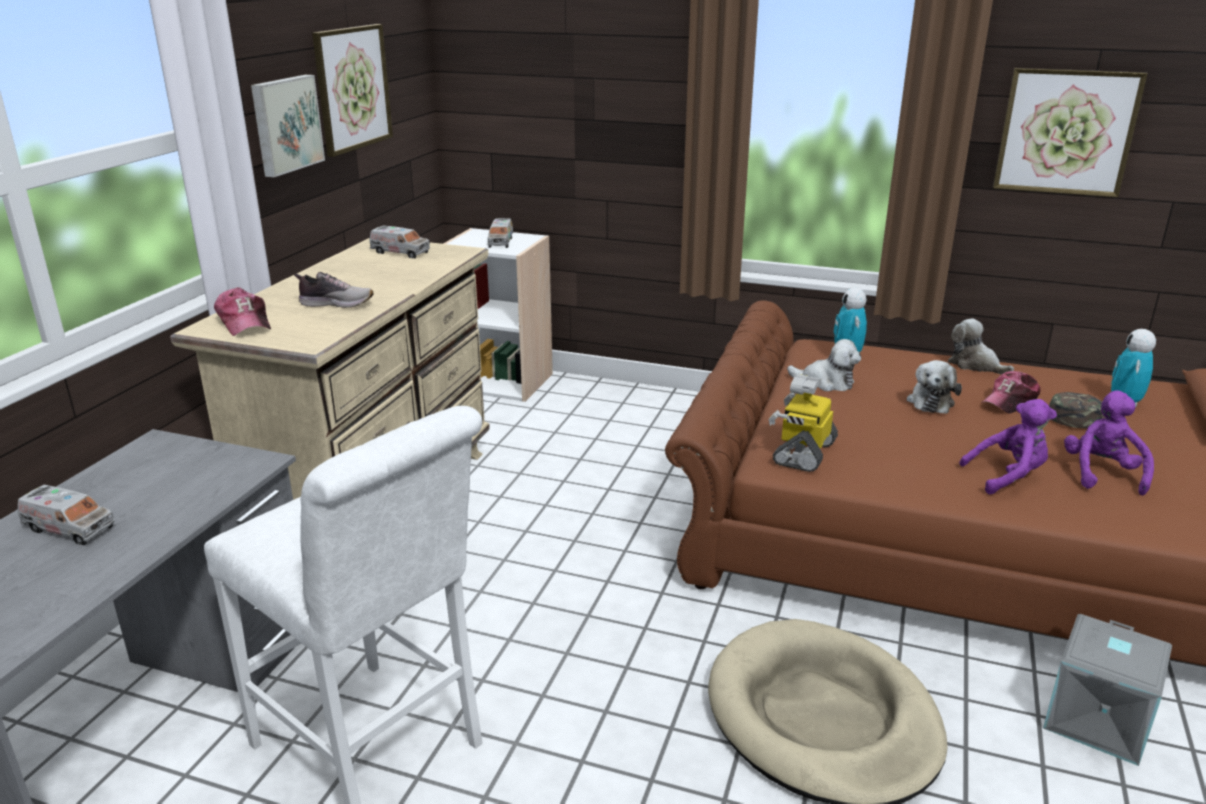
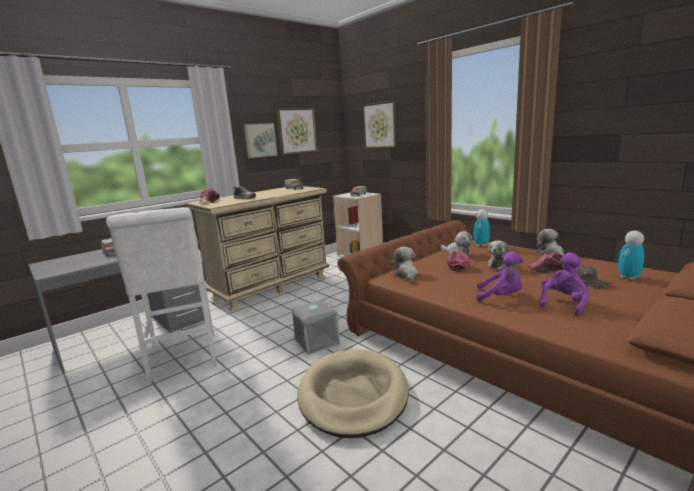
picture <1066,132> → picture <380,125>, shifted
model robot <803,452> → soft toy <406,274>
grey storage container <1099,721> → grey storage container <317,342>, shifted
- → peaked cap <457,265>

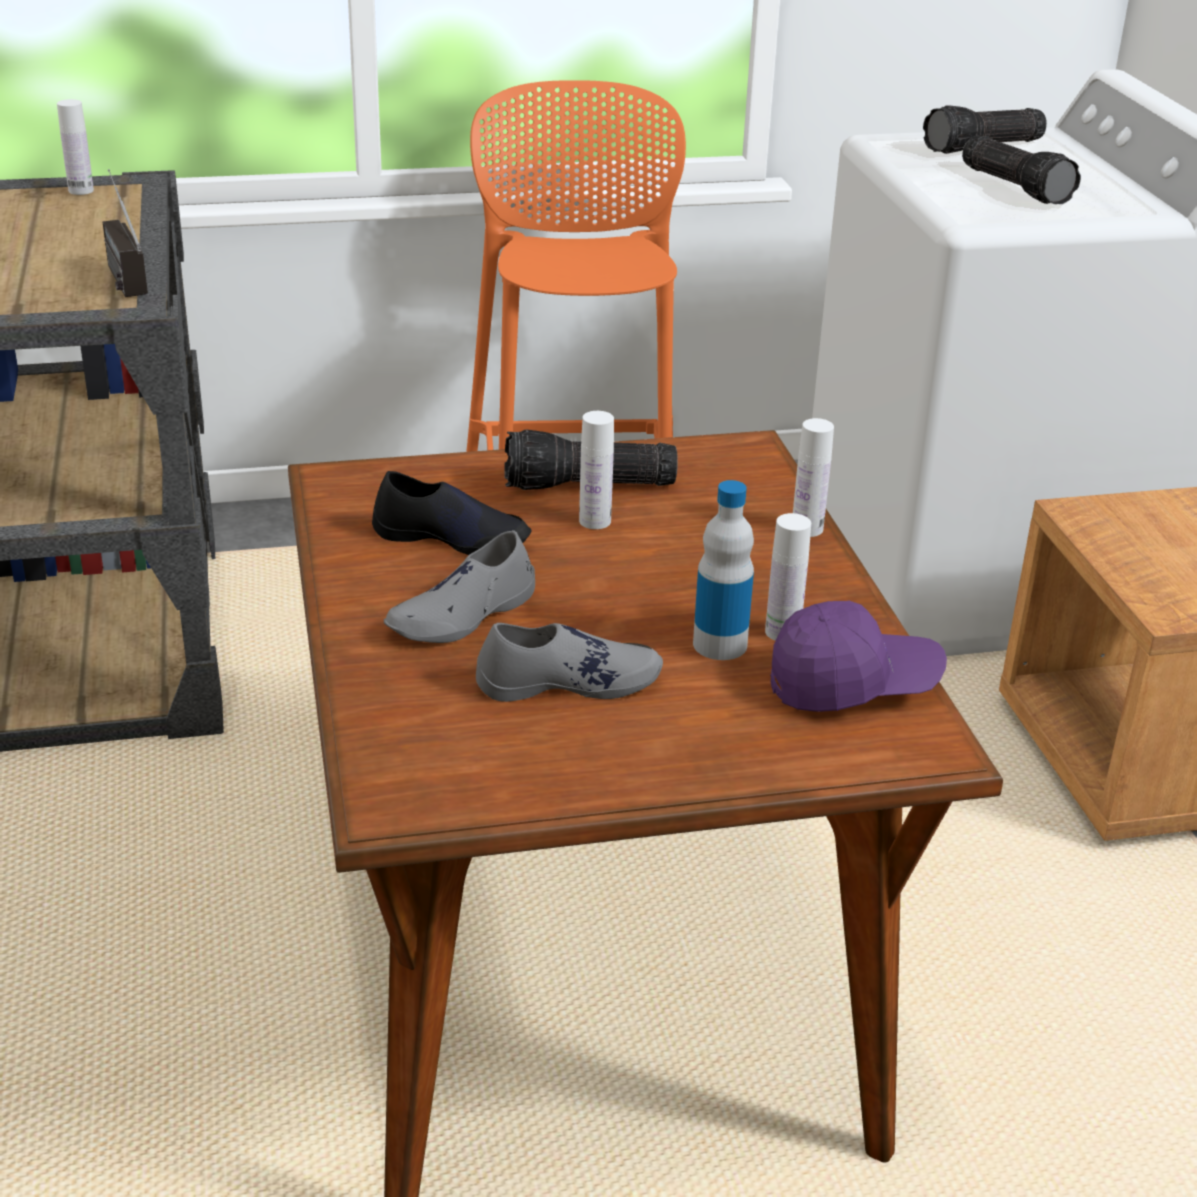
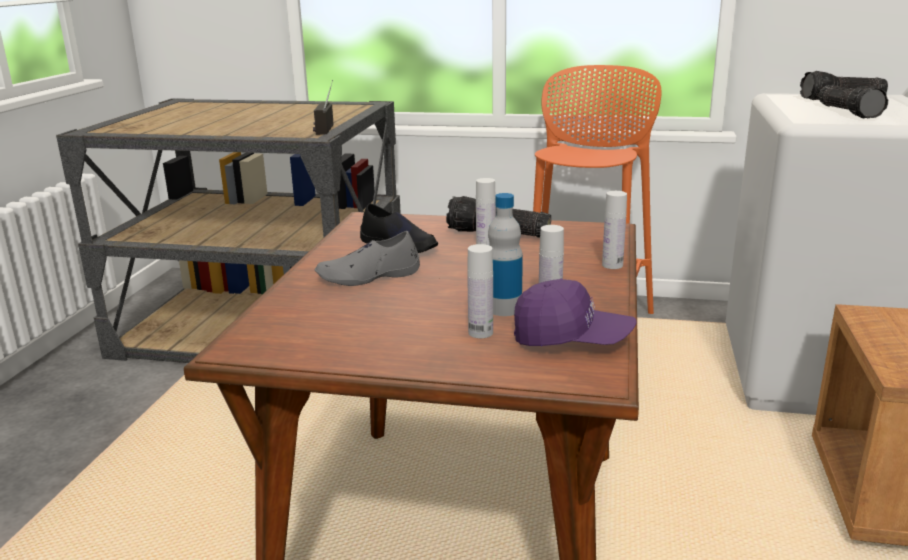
white-coloured beverage bottle <81,190> → white-coloured beverage bottle <480,332>, shifted
grey shoe <568,682> → -

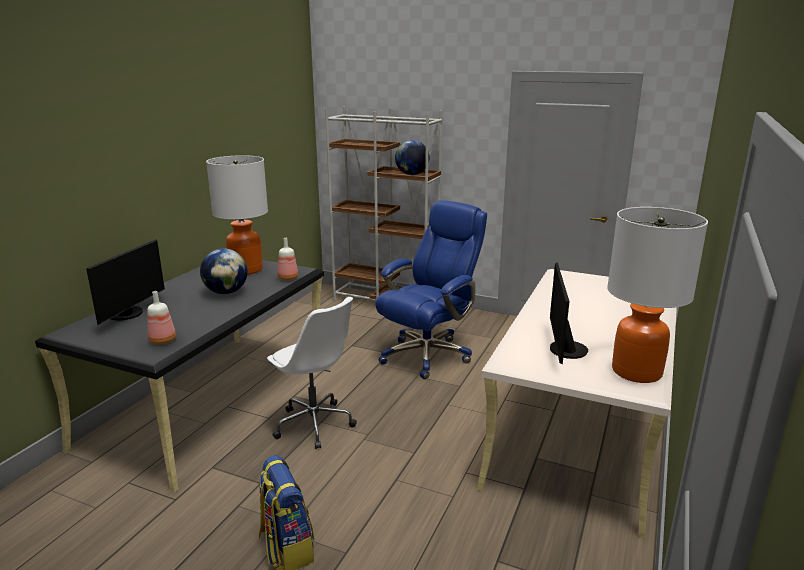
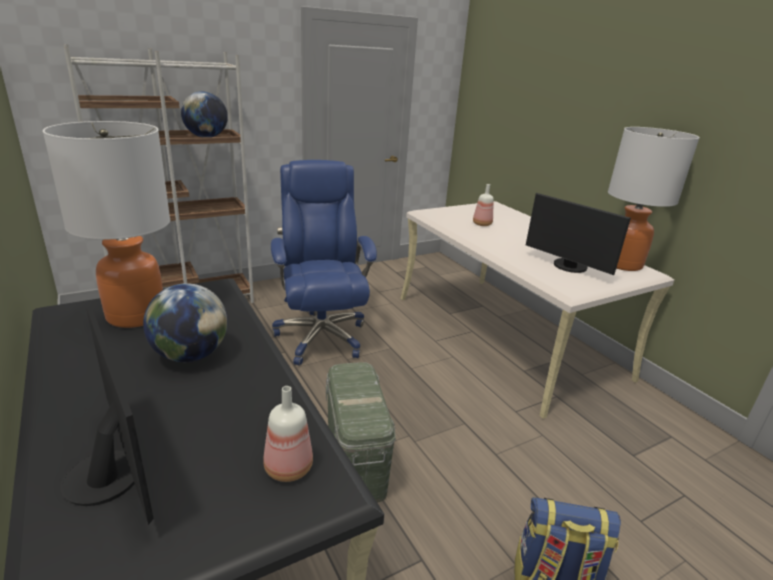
beverage bottle <287,278> → beverage bottle <482,224>, shifted
white-coloured desk chair <315,425> → green-coloured storage container <356,462>

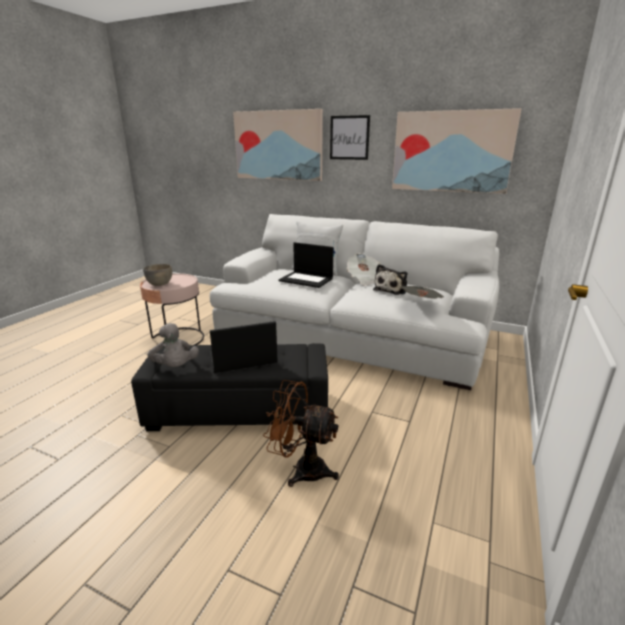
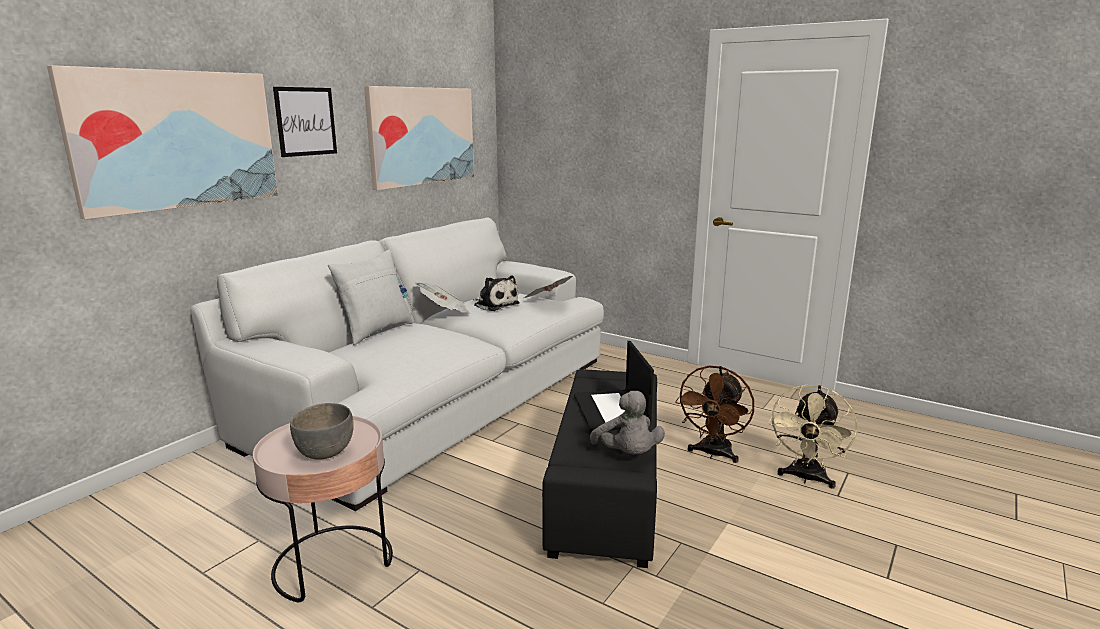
portable computer <307,279> → -
grey soft toy <175,367> → grey soft toy <627,454>, 90 degrees clockwise
- → sand-coloured electric fan <806,478>

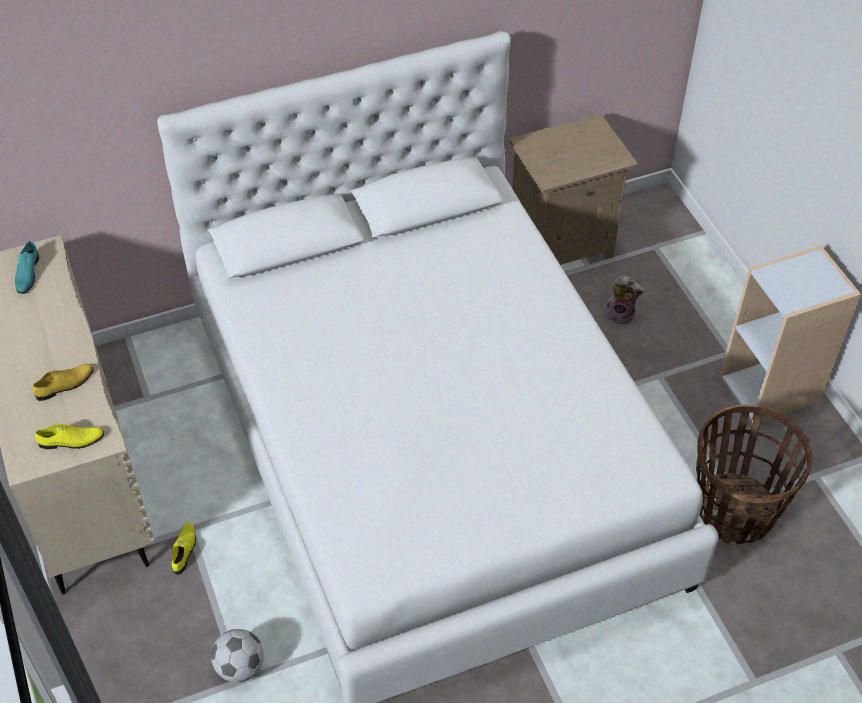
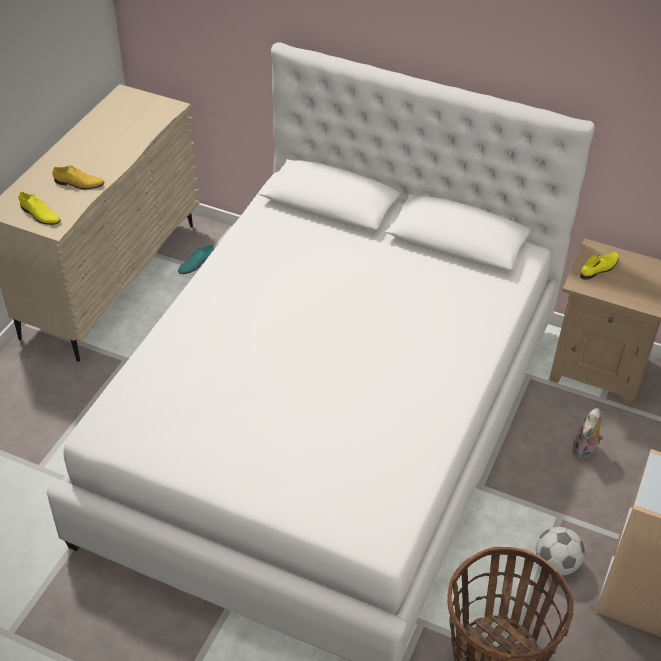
turquoise-coloured shoe <27,273> → turquoise-coloured shoe <196,264>, shifted
soft toy <621,315> → soft toy <584,451>, 60 degrees clockwise
yellow shoe <184,549> → yellow shoe <599,268>, shifted
ball for football <240,667> → ball for football <556,563>, shifted

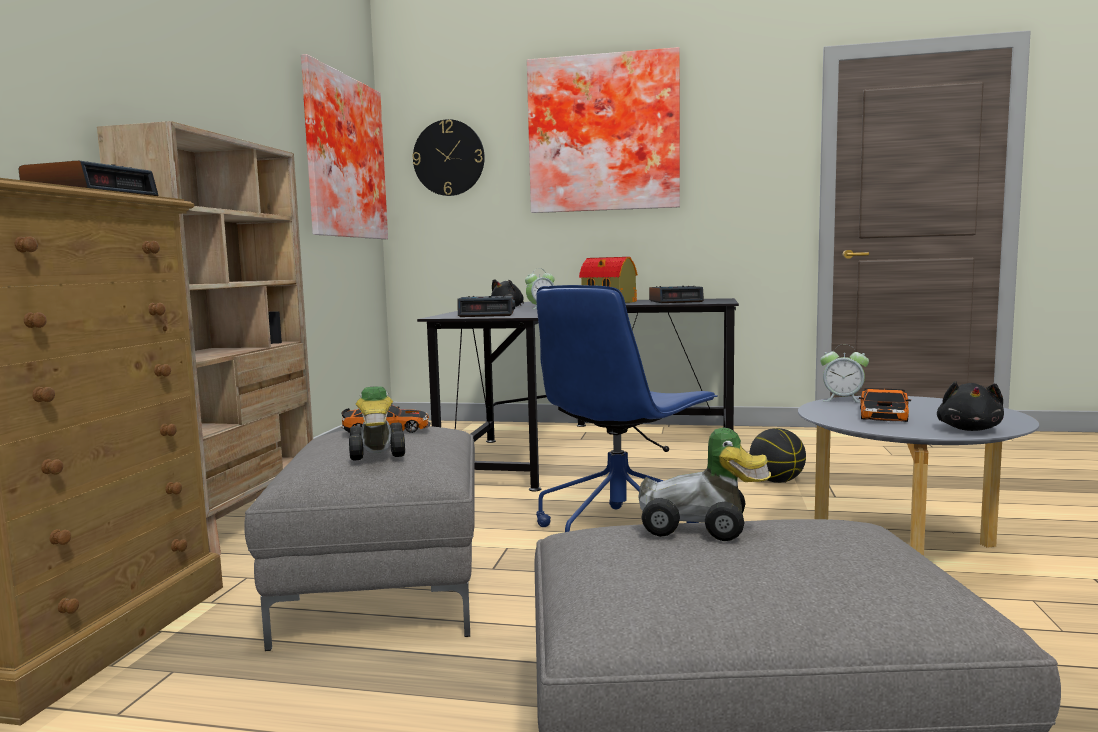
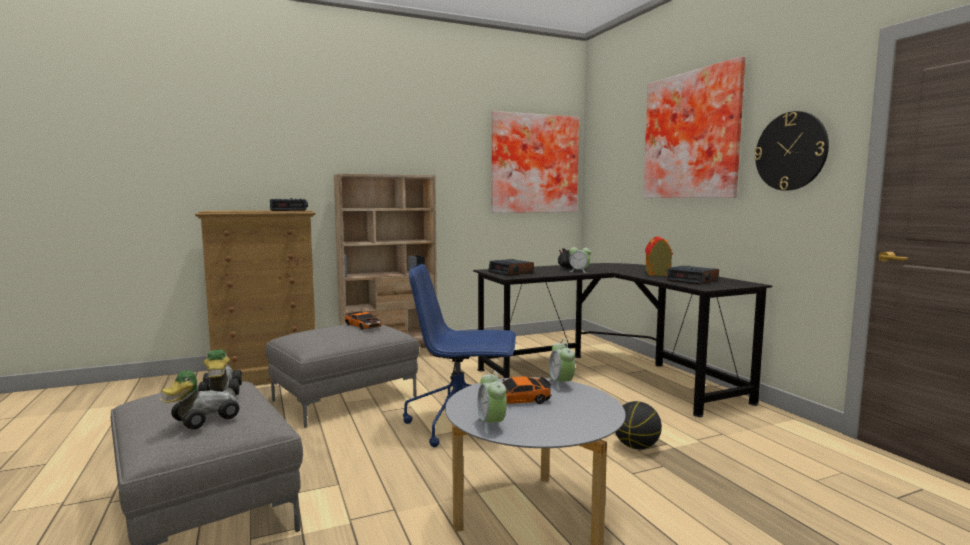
wall clock <449,158> → wall clock <791,151>, shifted
black soft toy <969,429> → bedside clock <491,424>
model car <375,454> → model car <201,420>, shifted

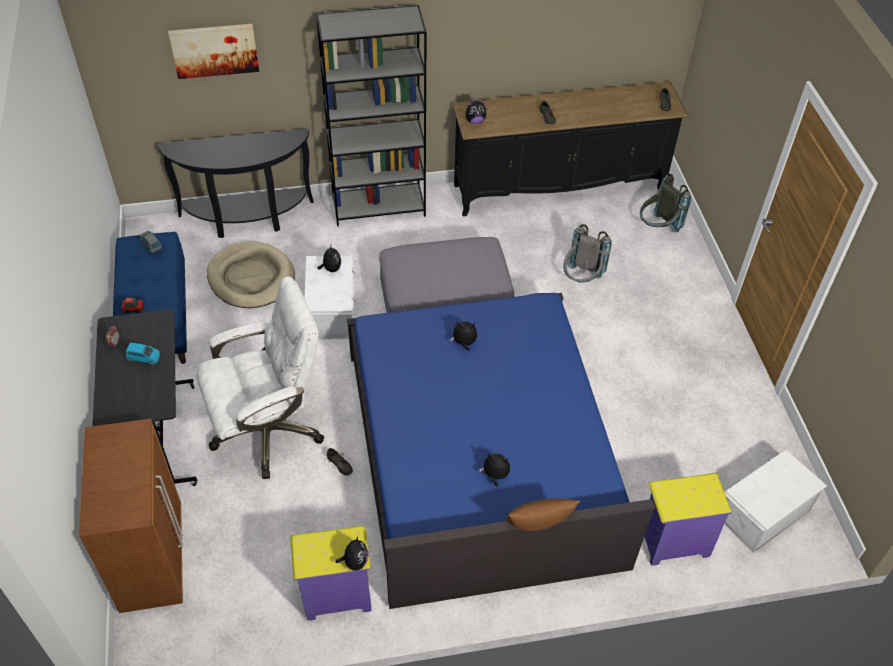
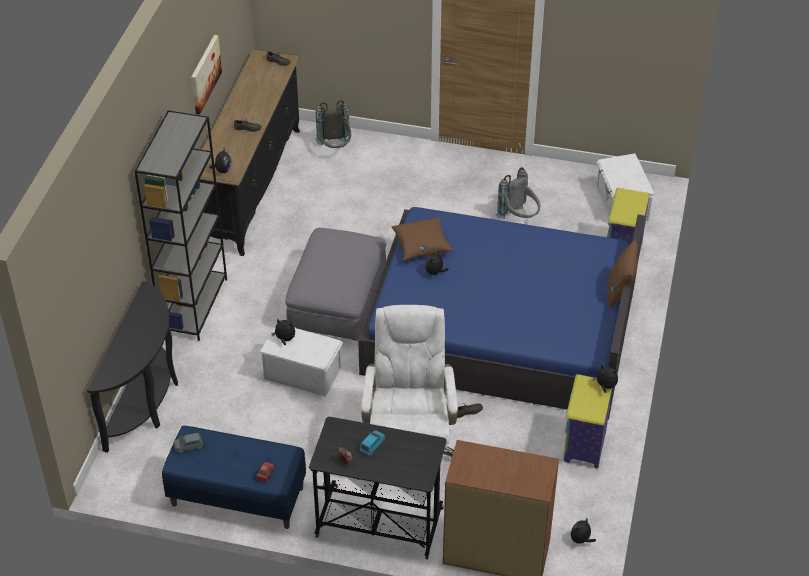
picture <214,50> → picture <204,74>, shifted
grey rucksack <581,280> → grey rucksack <519,218>, shifted
sand-coloured pet bed <251,278> → -
soft toy <495,476> → soft toy <581,540>, shifted
- → brown throw pillow <421,245>

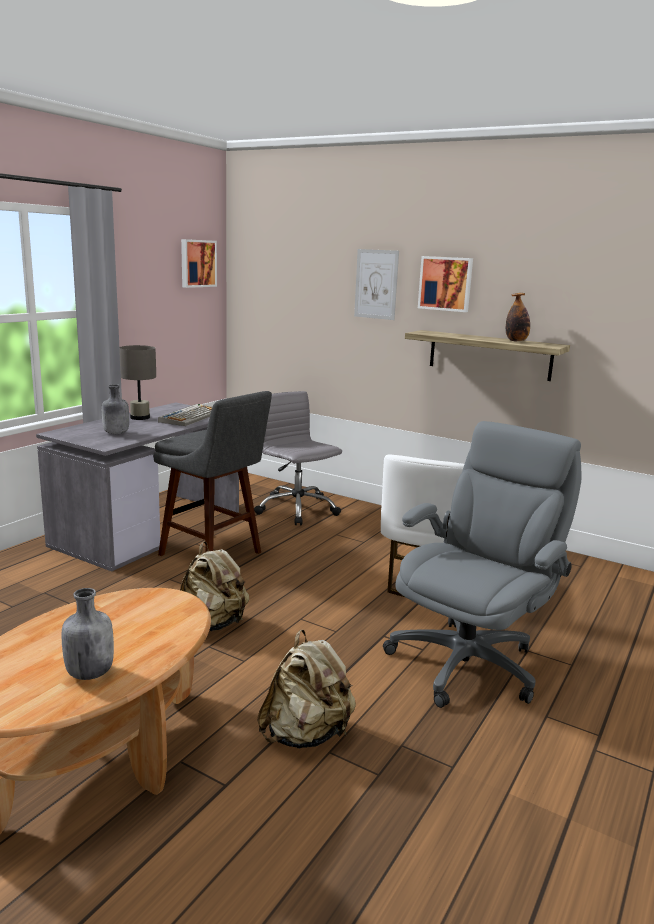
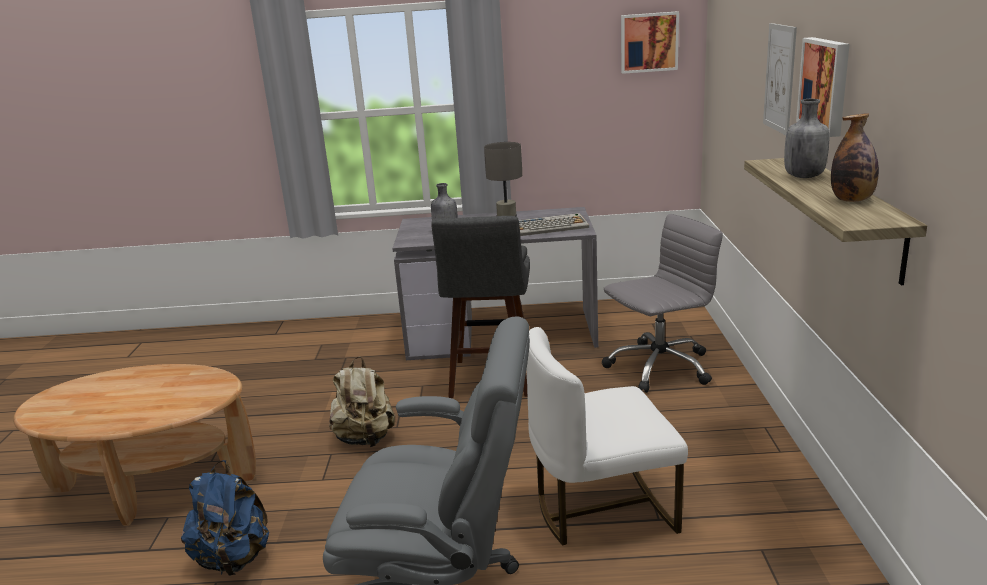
grey desk chair <296,509> → grey desk chair <659,367>, 45 degrees clockwise
grey beverage bottle <89,673> → grey beverage bottle <804,176>, shifted
sand-coloured rucksack <306,734> → blue-coloured rucksack <233,559>

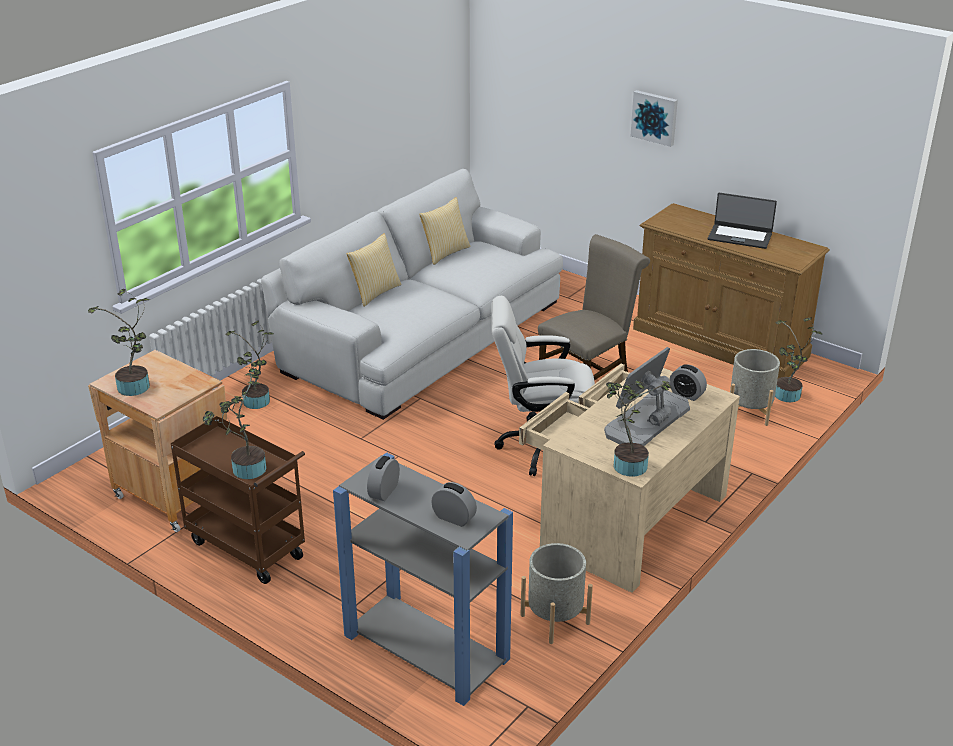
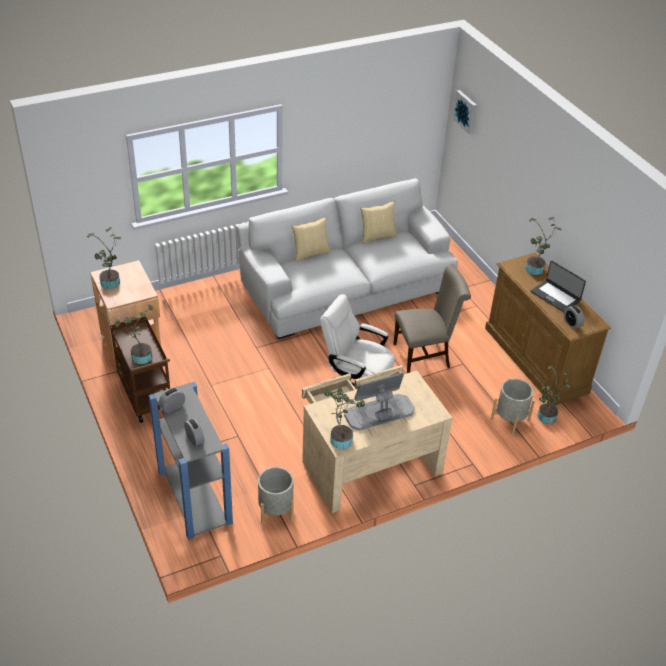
picture <655,117> → picture <466,111>, shifted
potted plant <257,403> → potted plant <534,270>, shifted
bedside clock <686,394> → bedside clock <572,323>, shifted

